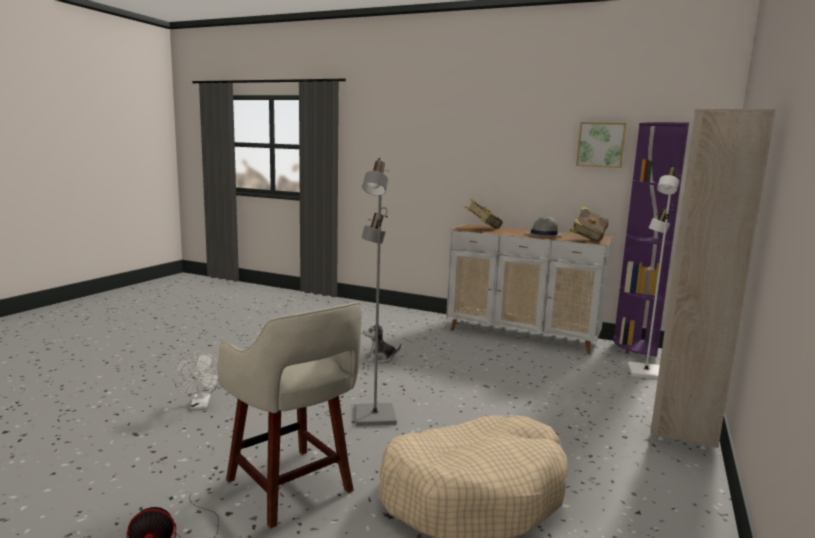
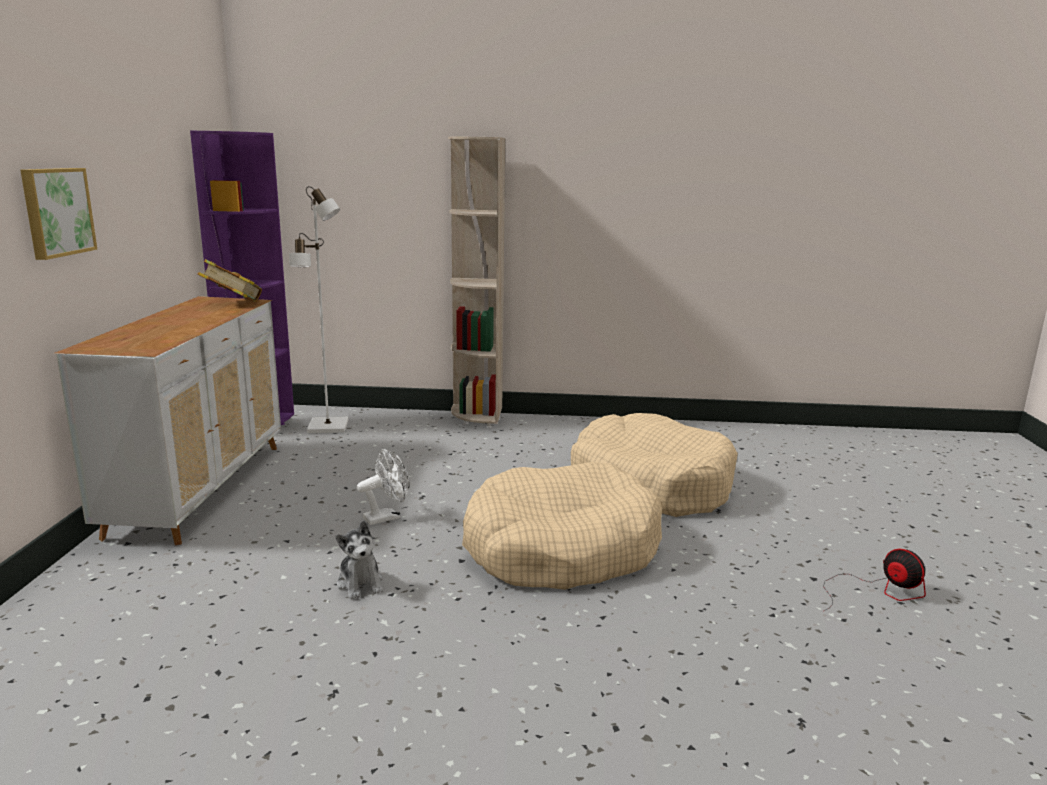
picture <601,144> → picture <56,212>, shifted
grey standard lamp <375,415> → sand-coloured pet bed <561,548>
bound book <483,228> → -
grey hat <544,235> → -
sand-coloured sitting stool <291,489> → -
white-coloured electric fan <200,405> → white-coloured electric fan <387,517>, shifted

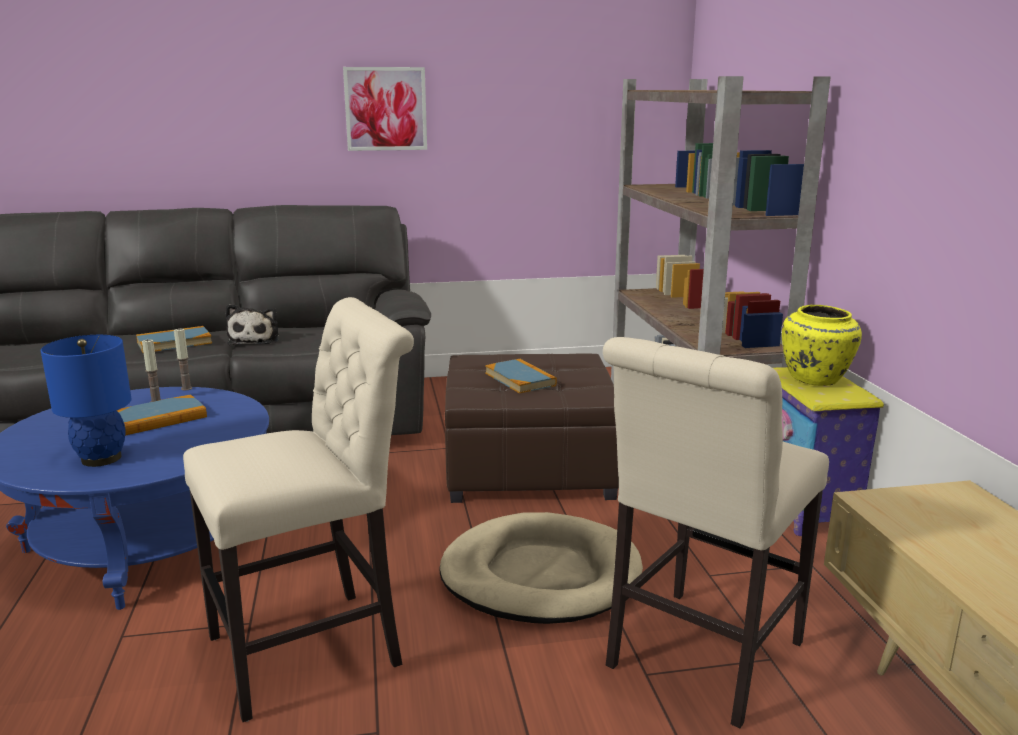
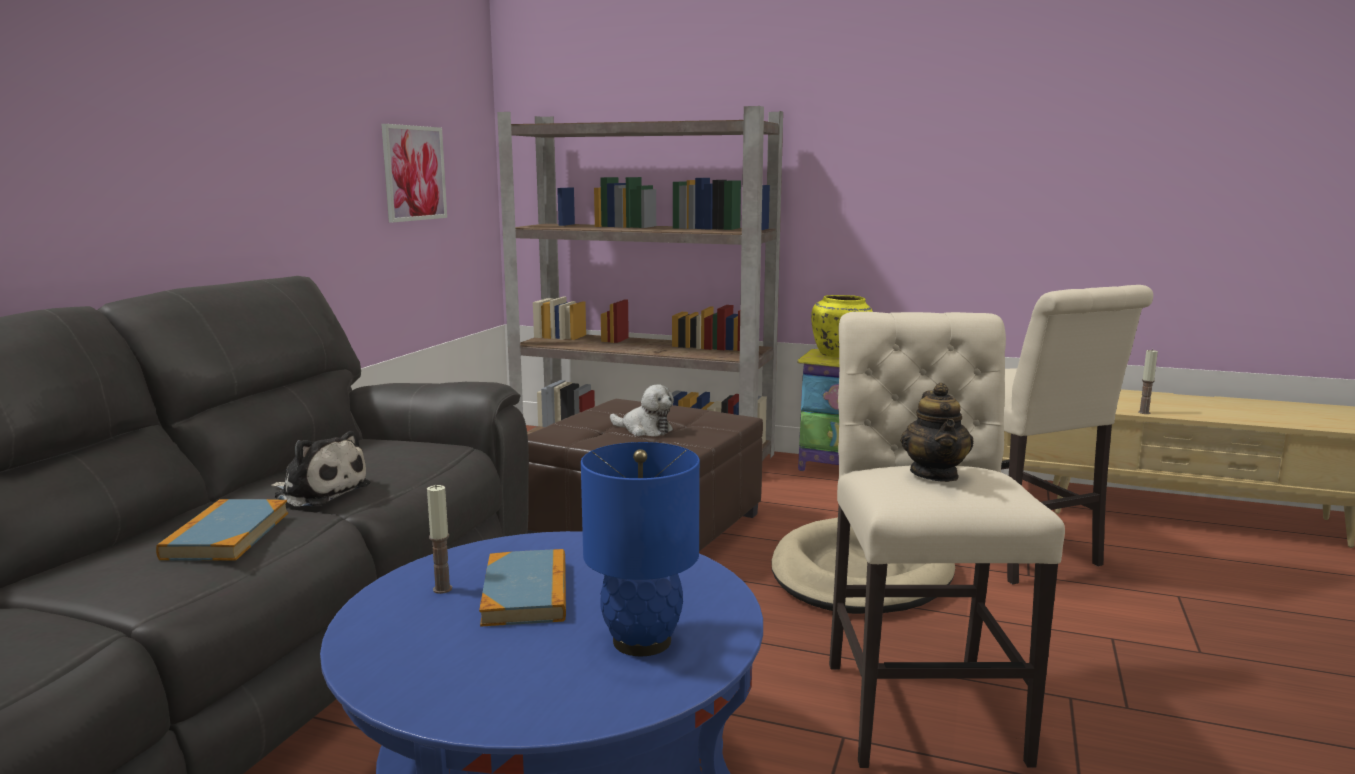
picture <385,109> → picture <414,173>, shifted
candle <186,388> → candle <1144,412>, shifted
bound book <520,379> → soft toy <644,430>
- → tea pot <935,474>

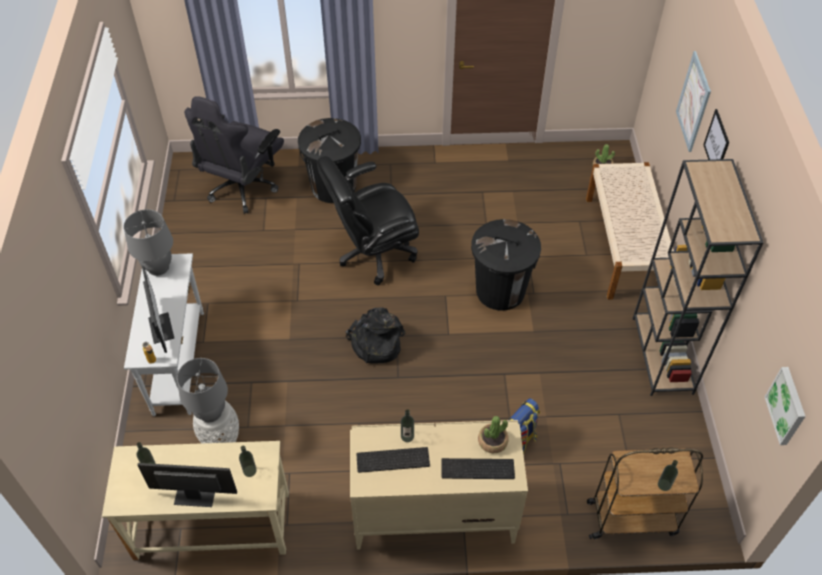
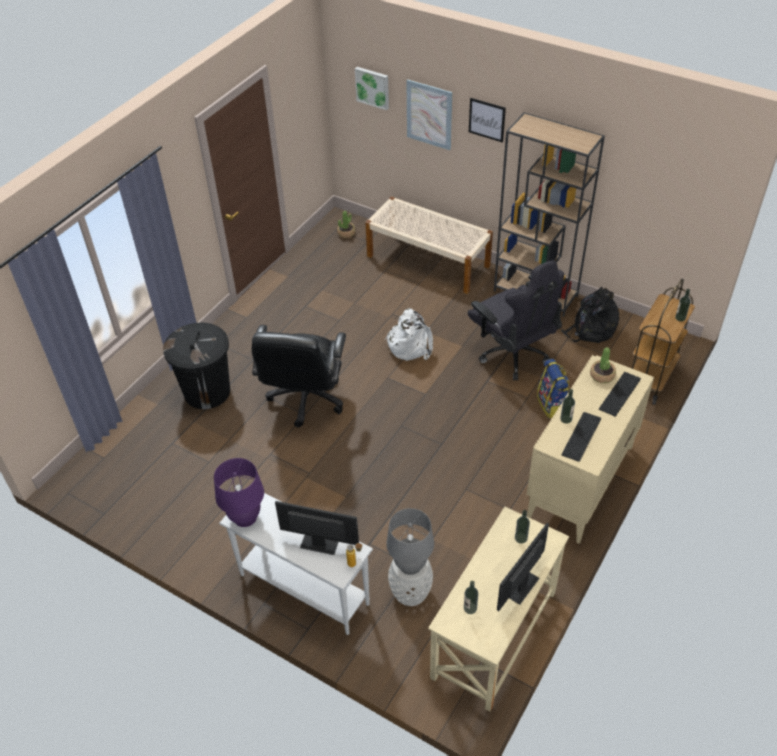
black desk chair <244,185> → black desk chair <511,352>, shifted
grey tabletop lamp <158,267> → purple tabletop lamp <245,517>
black trash can <500,291> → white-coloured rucksack <410,345>
black rucksack <375,344> → black rucksack <591,329>, shifted
picture <787,406> → picture <373,87>, shifted

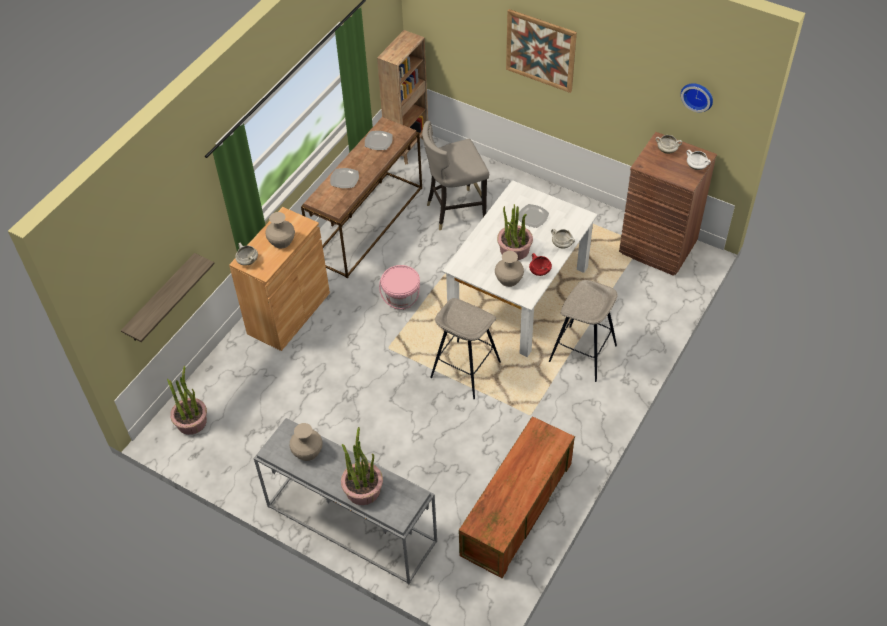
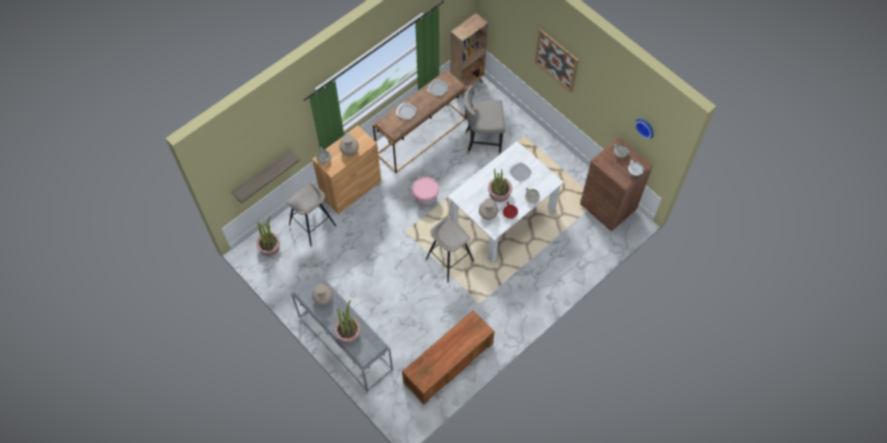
grey sitting stool <582,354> → grey sitting stool <312,225>, shifted

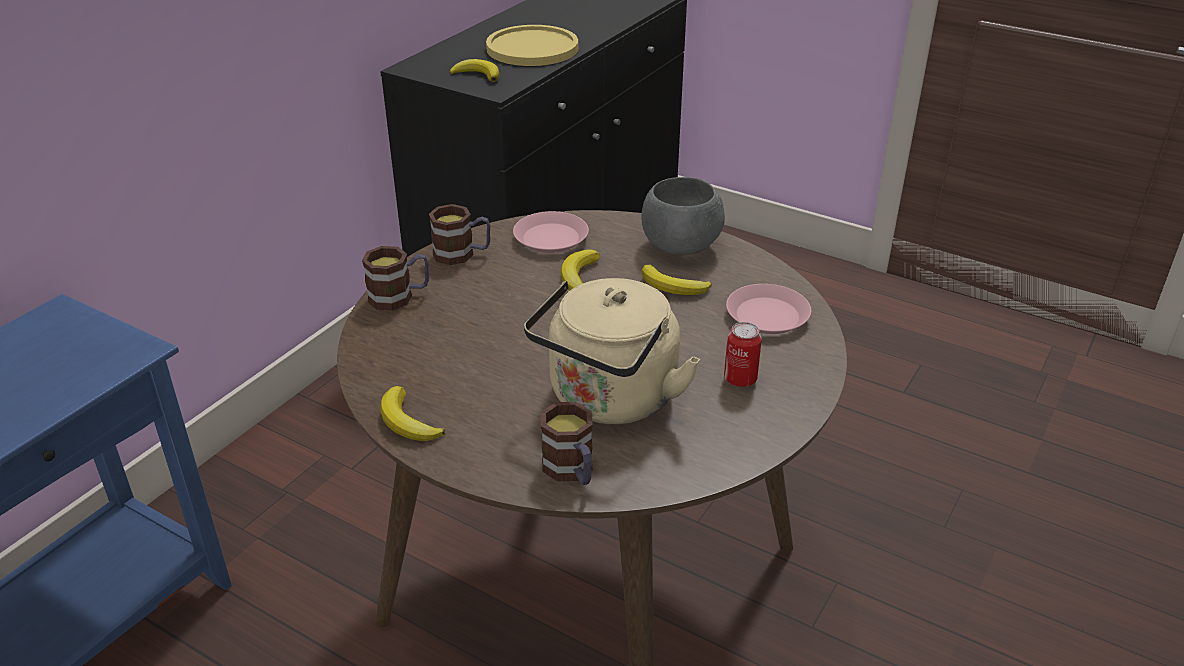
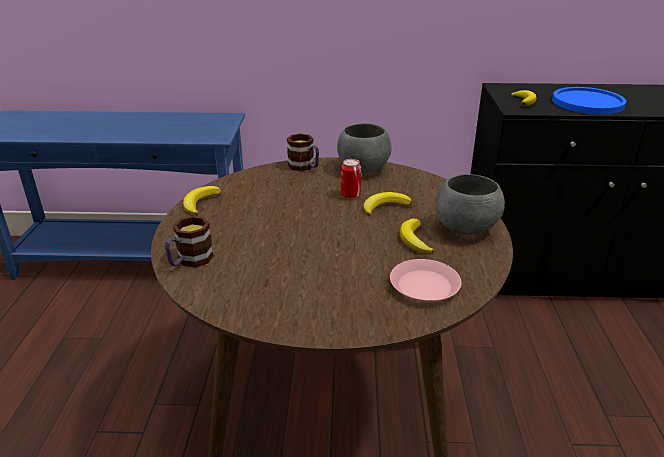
yellow dinner plate <532,48> → blue-coloured dinner plate <587,102>
mug <462,254> → grey serving bowl <364,169>
pink-coloured dinner plate <551,238> → -
sand-coloured tea kettle <610,400> → -
can <740,379> → can <350,195>, shifted

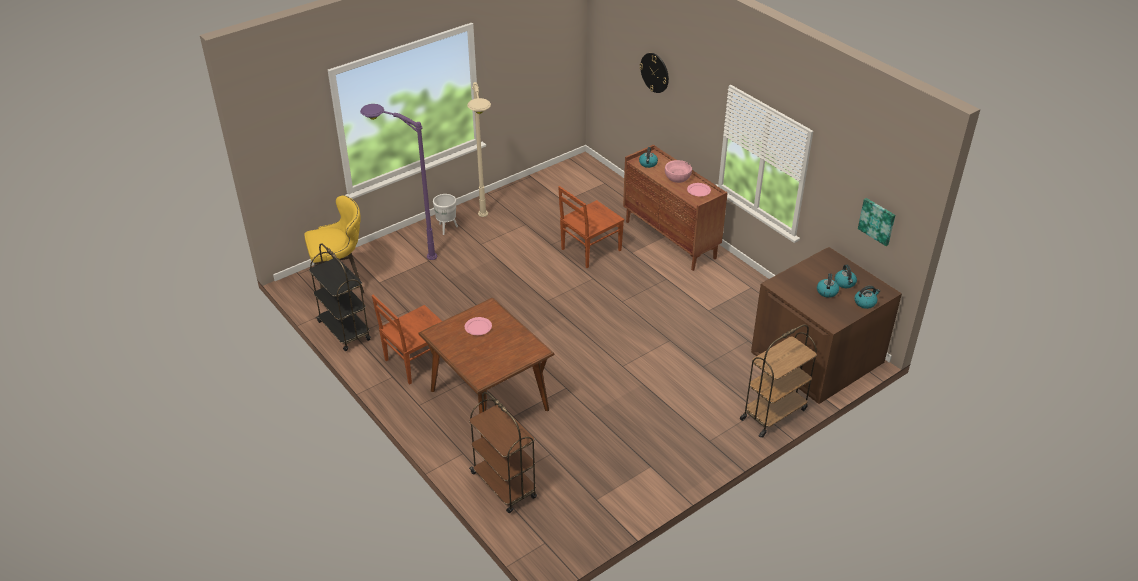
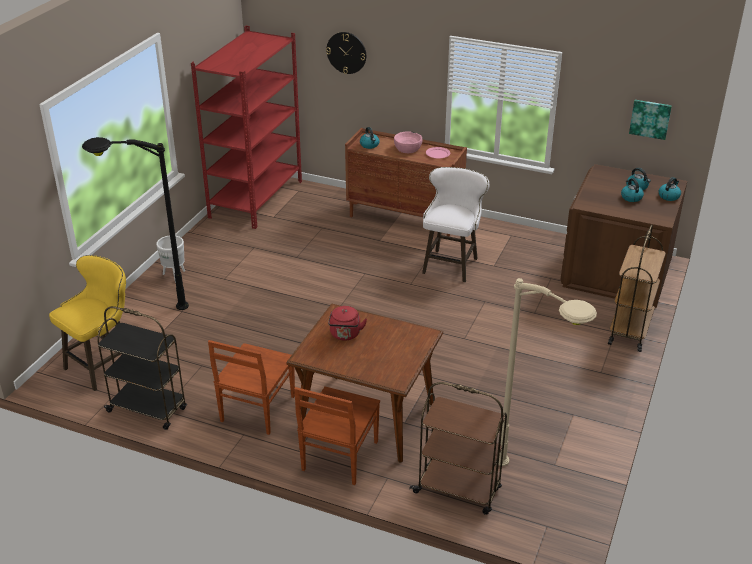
sand-coloured standard lamp <486,233> → sand-coloured standard lamp <536,488>, shifted
purple standard lamp <402,249> → black standard lamp <142,310>
brown upright chair <590,250> → brown upright chair <339,457>, shifted
pink-coloured dinner plate <478,327> → reddish tea kettle <345,335>
- → reddish bookcase <256,199>
- → white-coloured sitting stool <451,264>

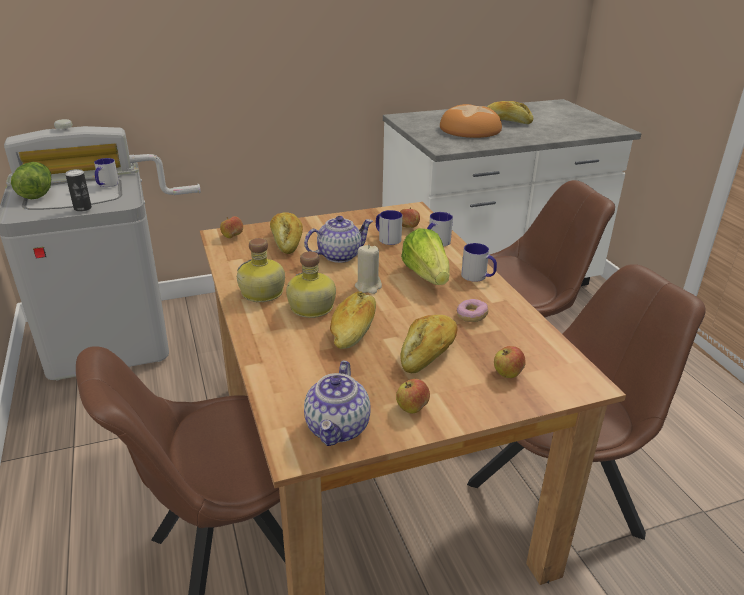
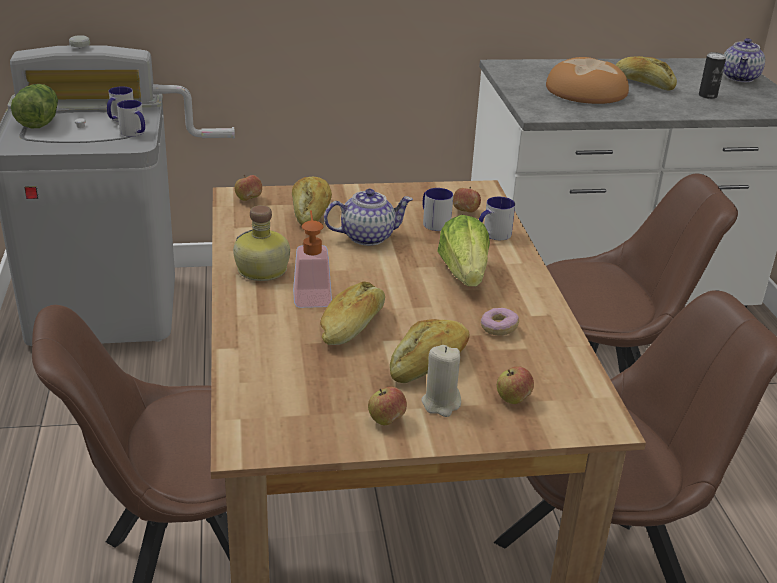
can <82,208> → can <707,96>, shifted
mug <478,277> → mug <135,133>, shifted
sand-coloured candle <368,286> → sand-coloured candle <441,403>, shifted
beverage bottle <310,308> → soap bottle <312,295>
tea pot <338,428> → tea pot <740,78>, shifted

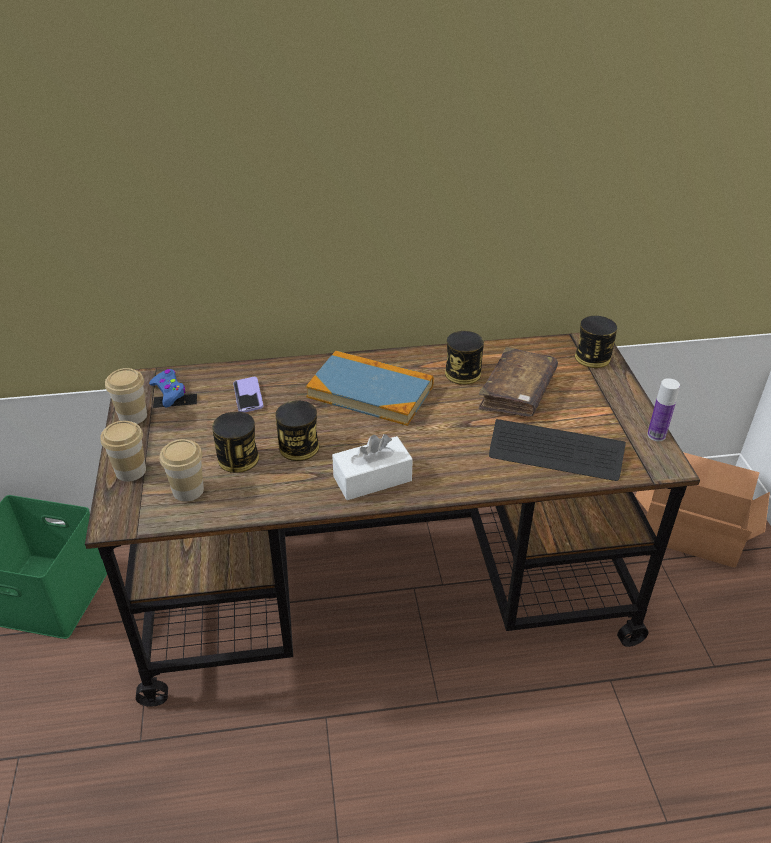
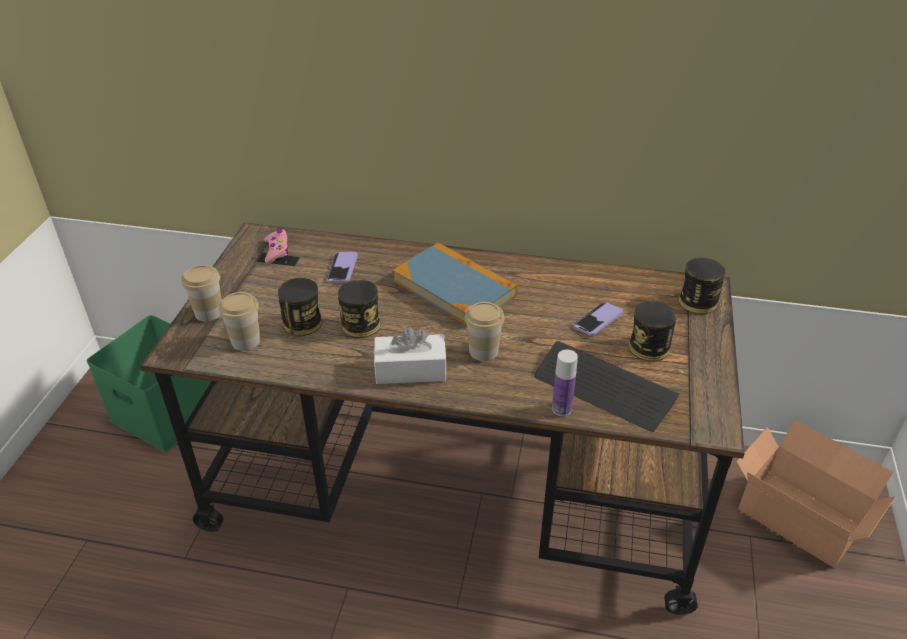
can <463,373> → can <649,347>, shifted
brown bound book <517,392> → telephone <597,320>
drinking cup <133,416> → drinking cup <483,351>, shifted
blue-coloured gamepad <169,392> → pink-coloured gamepad <277,250>
beverage bottle <656,435> → beverage bottle <561,409>, shifted

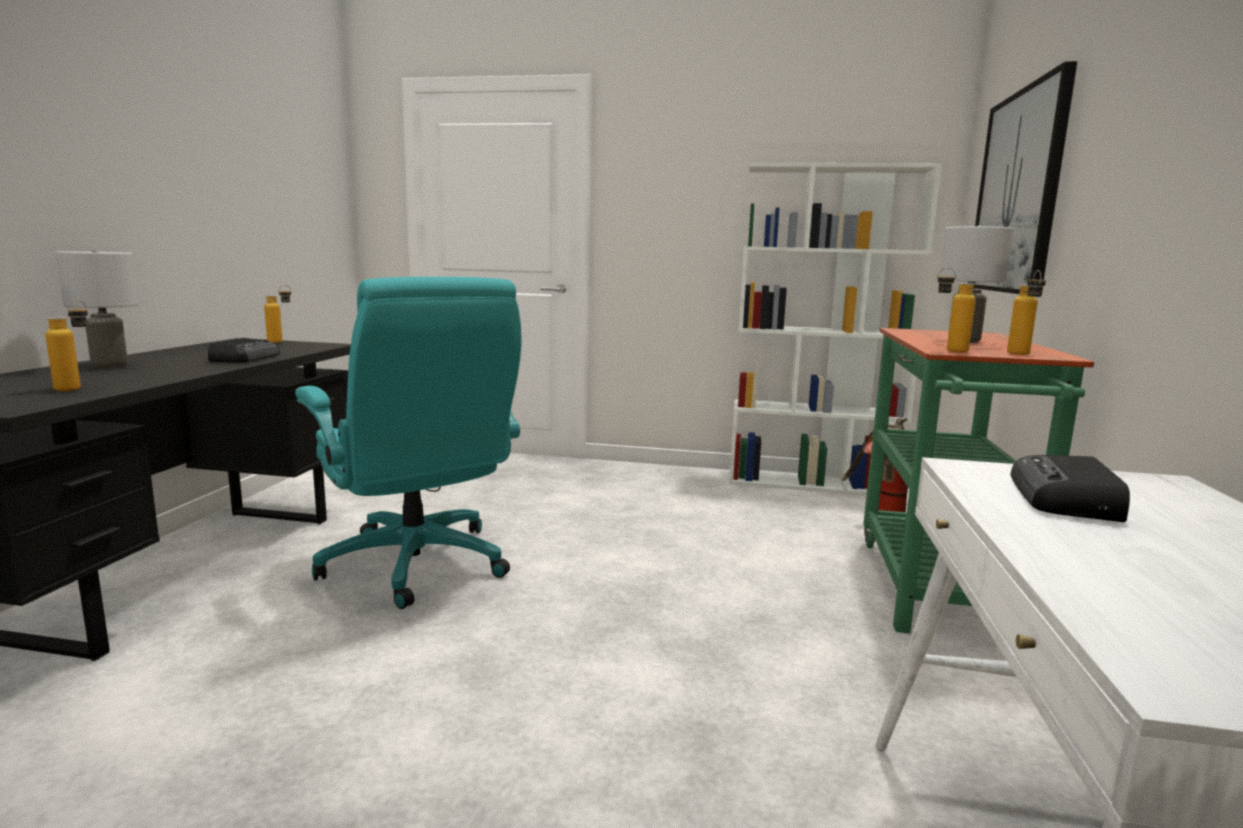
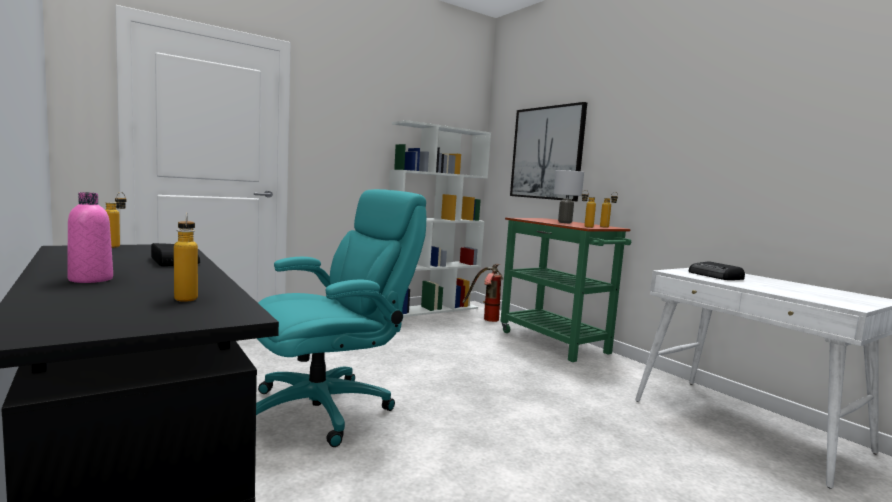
white-coloured tabletop lamp <111,366> → pink-coloured beverage bottle <91,279>
turquoise-coloured desk chair <419,569> → turquoise-coloured desk chair <329,409>, 45 degrees counterclockwise

